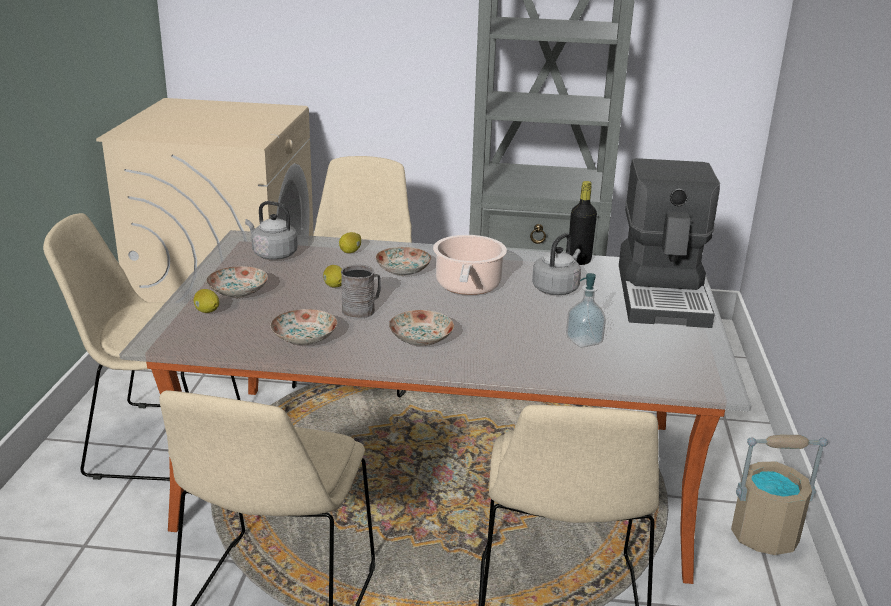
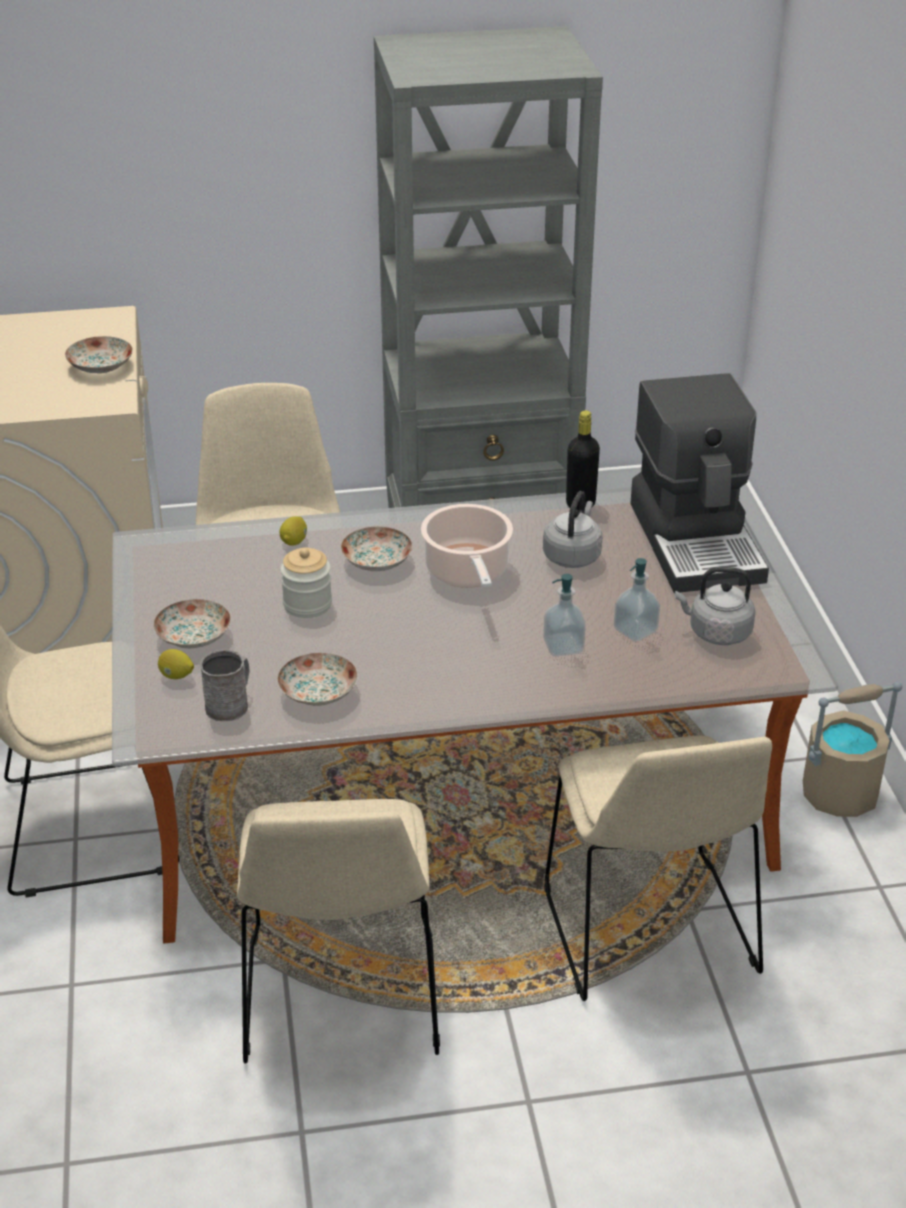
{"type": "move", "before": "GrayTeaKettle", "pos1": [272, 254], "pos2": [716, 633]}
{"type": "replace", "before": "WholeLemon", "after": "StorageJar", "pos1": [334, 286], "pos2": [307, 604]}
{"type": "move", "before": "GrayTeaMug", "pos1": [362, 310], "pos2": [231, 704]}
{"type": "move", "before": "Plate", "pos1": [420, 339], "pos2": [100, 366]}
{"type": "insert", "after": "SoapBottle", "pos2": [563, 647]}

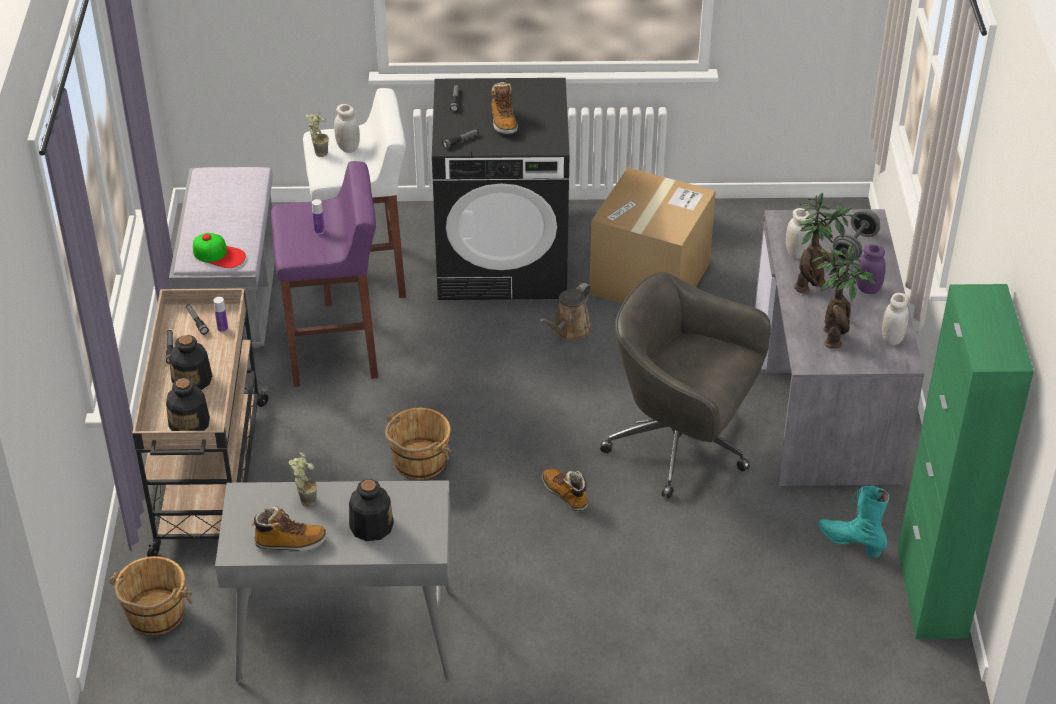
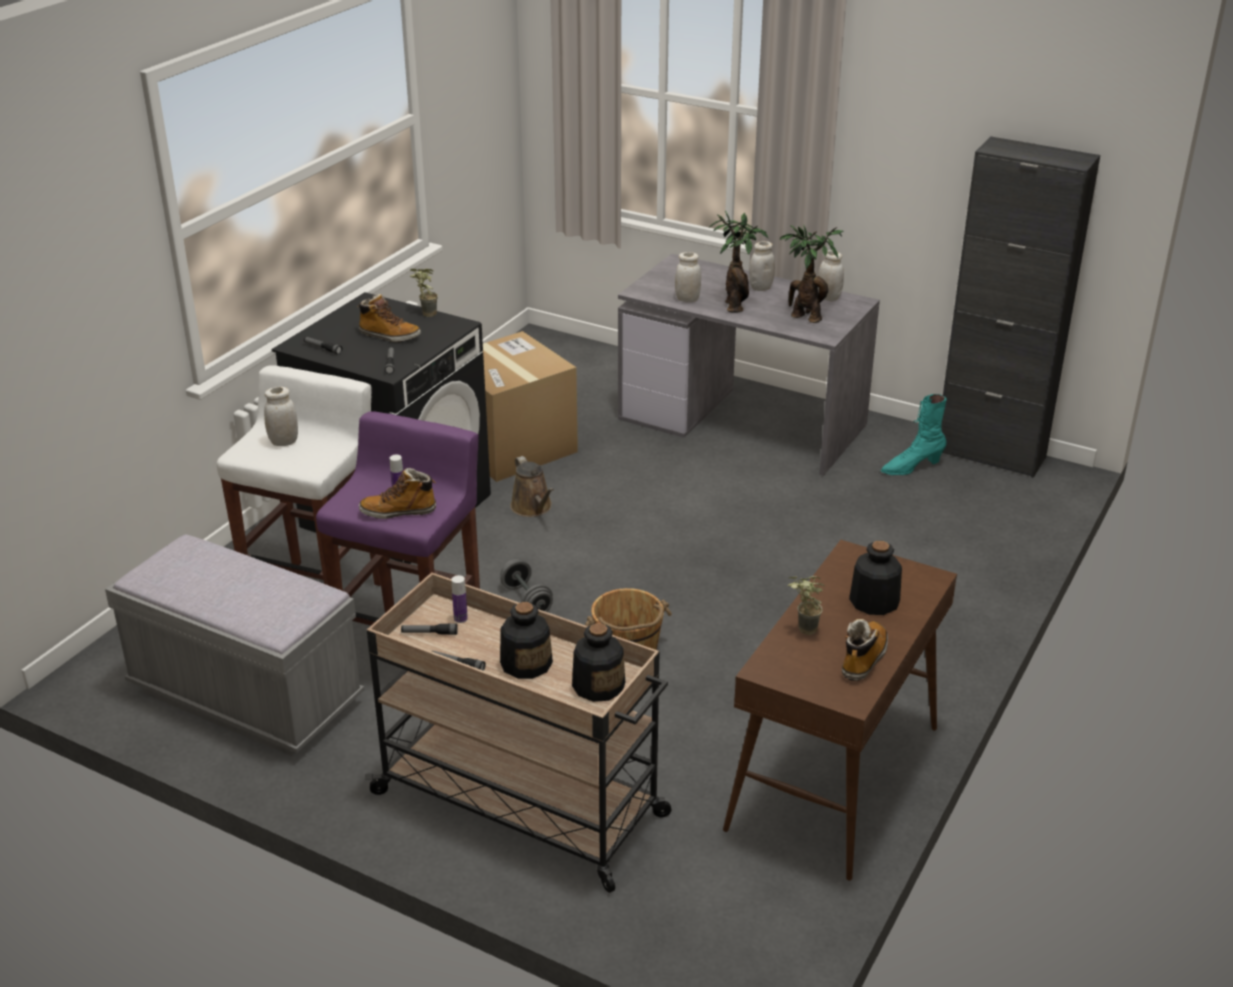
{"type": "delete", "before": "BrownColouredWaterBucket", "pos1": [155, 615]}
{"type": "delete", "before": "PeakedCap", "pos1": [219, 254]}
{"type": "recolor", "before": "GrayNarrowTable", "after": "BrownColouredNarrowTable", "pos1": [345, 637], "pos2": [834, 779]}
{"type": "move", "before": "PottedPlant", "pos1": [319, 151], "pos2": [425, 314]}
{"type": "move", "before": "Boot", "pos1": [565, 494], "pos2": [399, 512]}
{"type": "delete", "before": "GrayOfficeChair", "pos1": [682, 446]}
{"type": "move", "before": "GrayDumbbell", "pos1": [854, 247], "pos2": [526, 600]}
{"type": "recolor", "before": "PurplishStorageJar", "after": "WhiteColouredStorageJar", "pos1": [868, 288], "pos2": [760, 288]}
{"type": "recolor", "before": "GreenCabinet", "after": "BlackishCabinet", "pos1": [931, 593], "pos2": [990, 454]}

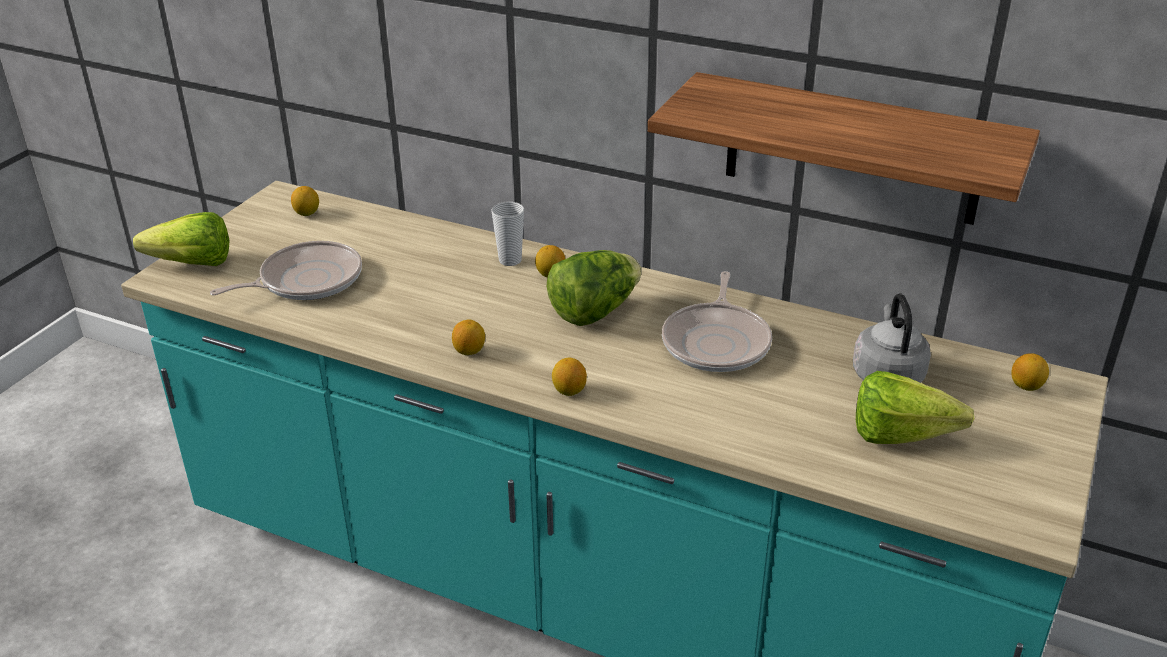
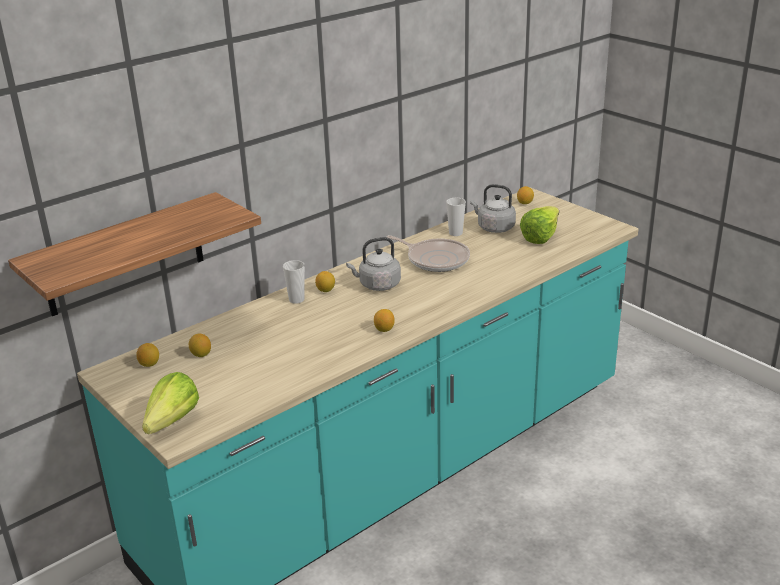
{"type": "delete", "before": "FryingPan", "pos1": [306, 280]}
{"type": "replace", "before": "LettuceHead", "after": "GrayTeaKettle", "pos1": [594, 311], "pos2": [377, 285]}
{"type": "move", "before": "WholeLemon", "pos1": [569, 391], "pos2": [201, 355]}
{"type": "move", "before": "Shelf", "pos1": [852, 149], "pos2": [124, 255]}
{"type": "insert", "after": "SmallCup", "pos2": [455, 233]}

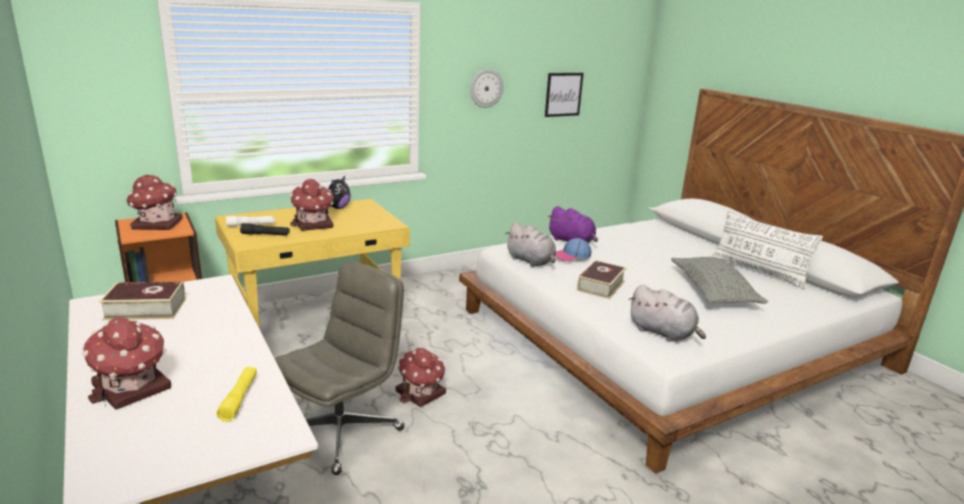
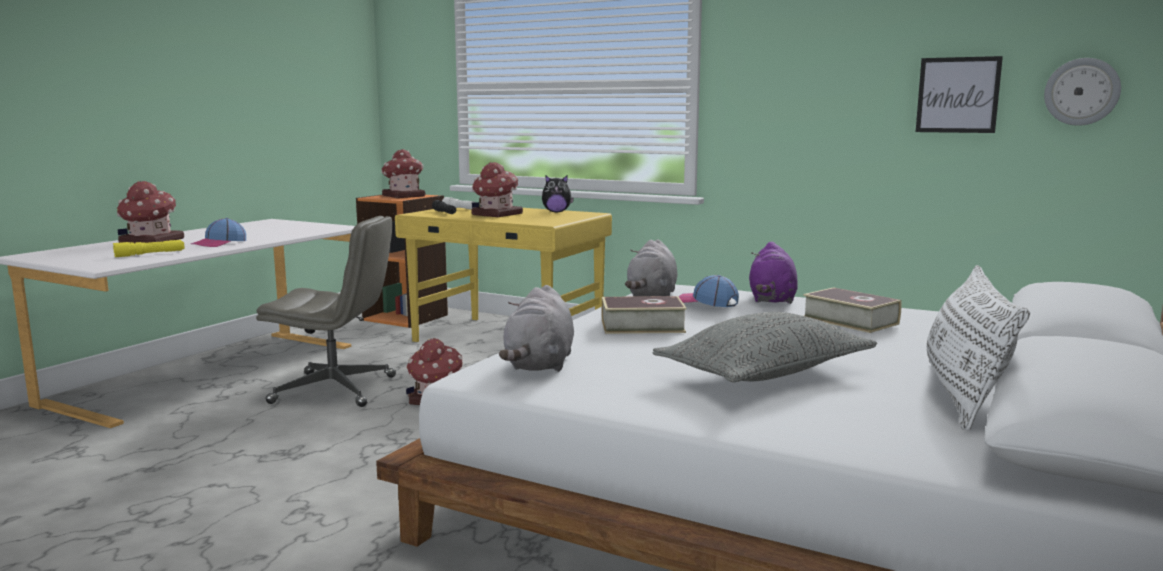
{"type": "move", "before": "Volume", "pos1": [145, 309], "pos2": [850, 320]}
{"type": "move", "before": "HangingClock", "pos1": [486, 88], "pos2": [1081, 92]}
{"type": "insert", "after": "PeakedCap", "pos2": [219, 243]}

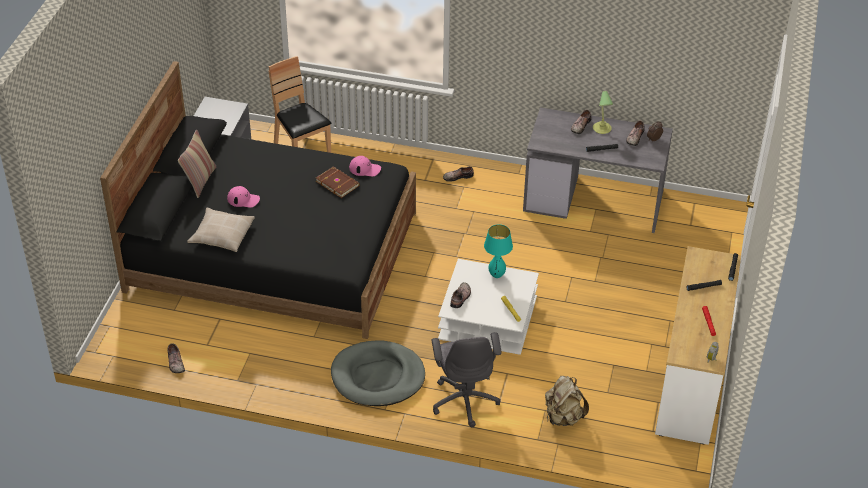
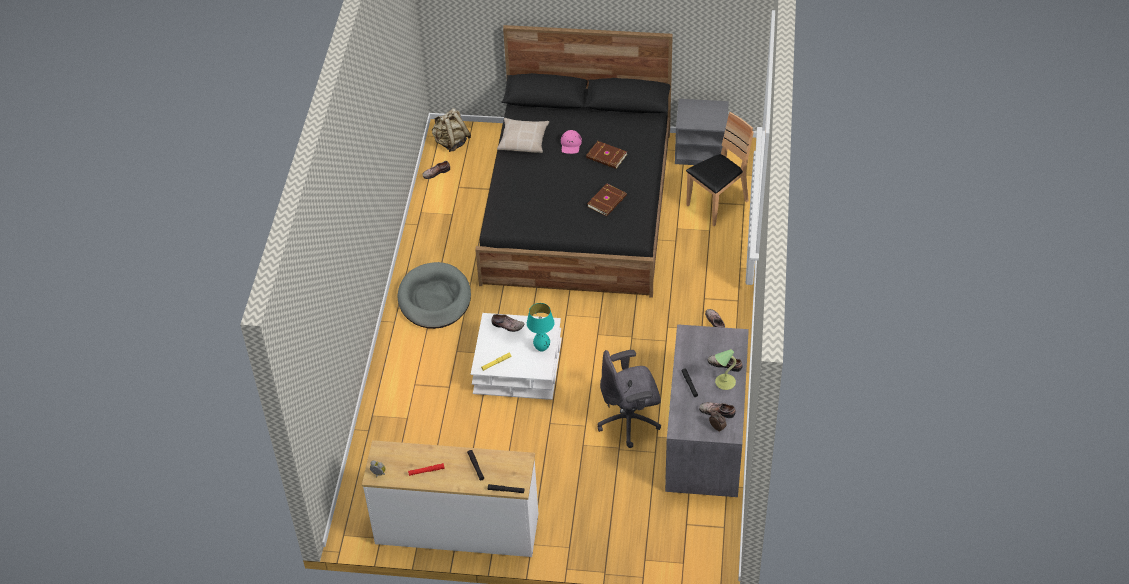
{"type": "delete", "before": "Cushion", "pos1": [200, 181]}
{"type": "delete", "before": "PinkColouredPeakedCap", "pos1": [365, 169]}
{"type": "move", "before": "GrayOfficeChair", "pos1": [465, 400], "pos2": [629, 421]}
{"type": "move", "before": "SandColouredKnapsack", "pos1": [563, 417], "pos2": [451, 142]}
{"type": "insert", "after": "BrownColouredVolume", "pos2": [606, 157]}

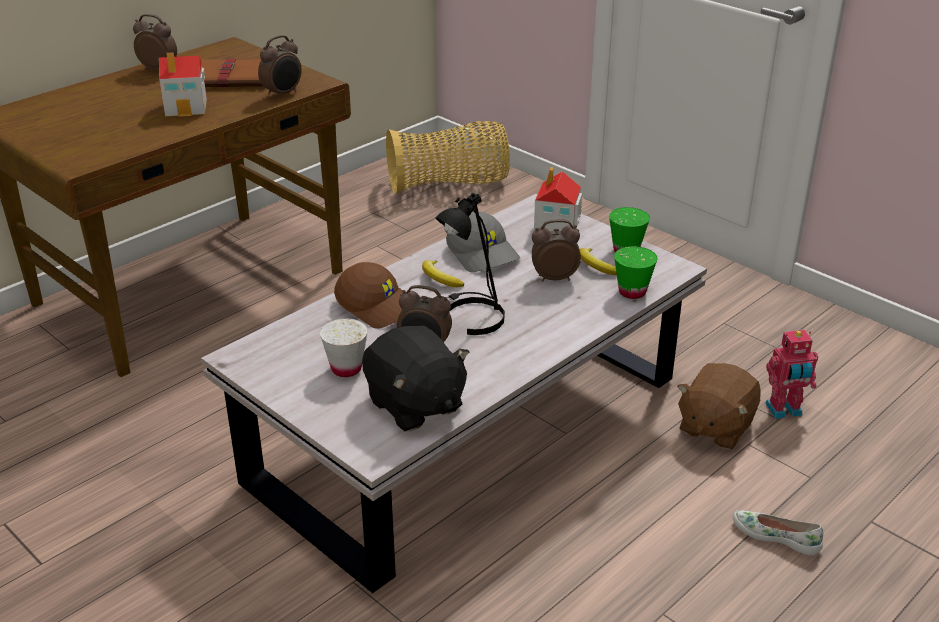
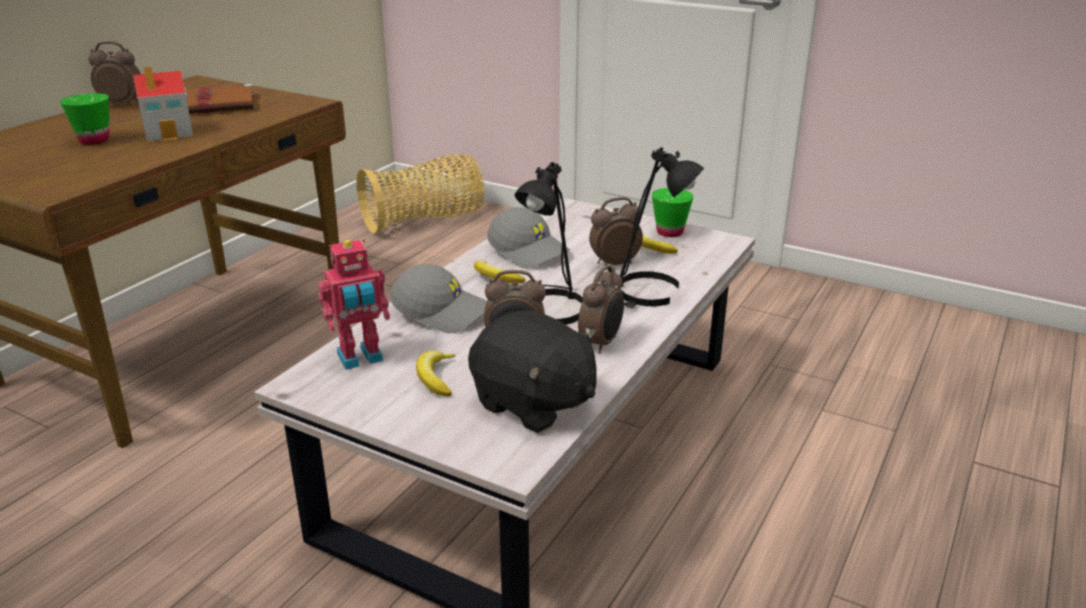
{"type": "move", "before": "BedsideClock", "pos1": [283, 94], "pos2": [601, 343]}
{"type": "replace", "before": "WhiteColouredSmallCup", "after": "Banana", "pos1": [346, 369], "pos2": [436, 378]}
{"type": "recolor", "before": "BrownColouredPeakedCap", "after": "GrayPeakedCap", "pos1": [378, 305], "pos2": [442, 311]}
{"type": "delete", "before": "MiniatureHouse", "pos1": [556, 228]}
{"type": "move", "before": "GreenSmallCup", "pos1": [632, 292], "pos2": [94, 140]}
{"type": "delete", "before": "BrownColouredPlushToy", "pos1": [714, 427]}
{"type": "delete", "before": "WhiteColouredLowShoe", "pos1": [776, 536]}
{"type": "move", "before": "RobotFigure", "pos1": [784, 411], "pos2": [361, 358]}
{"type": "insert", "after": "BlackishTabletopLamp", "pos2": [647, 293]}

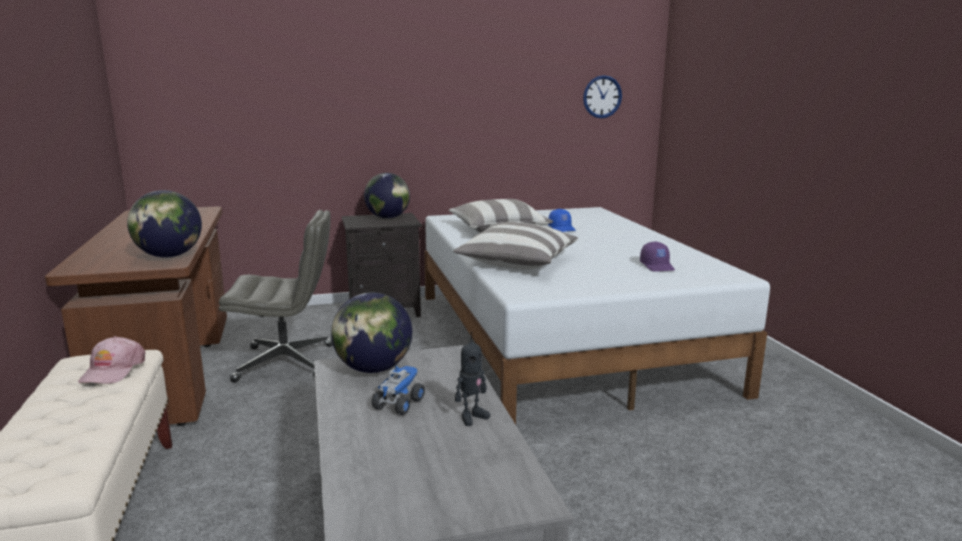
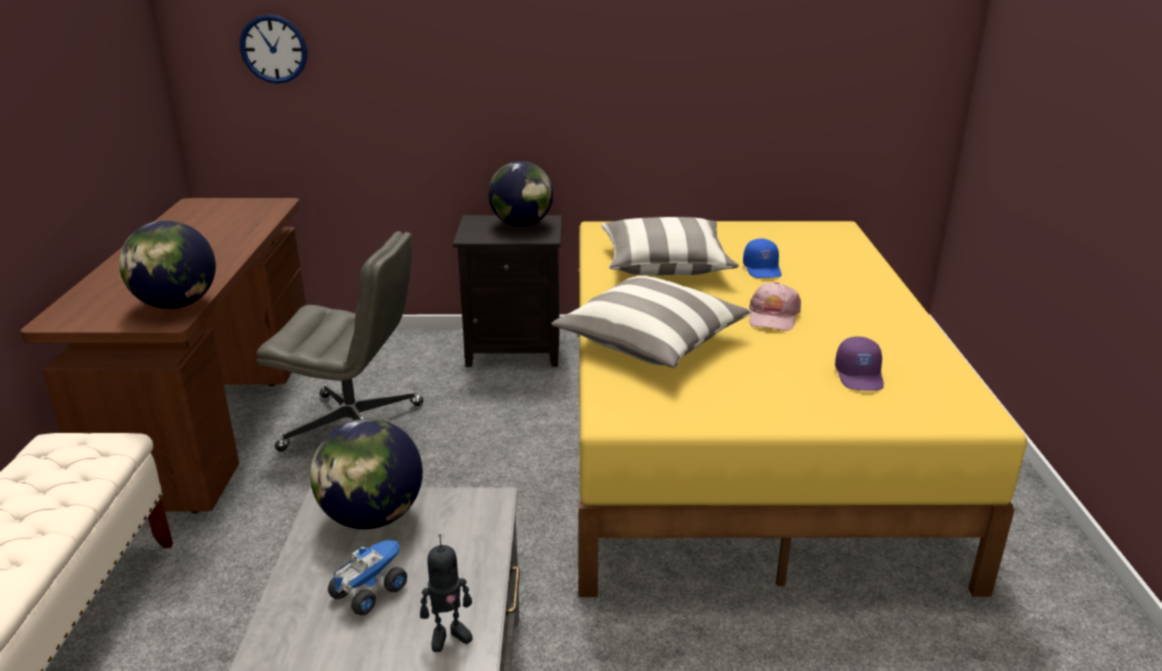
{"type": "move", "before": "PinkColouredPeakedCap", "pos1": [112, 370], "pos2": [773, 316]}
{"type": "recolor", "before": "WhiteColouredBed", "after": "YellowishBed", "pos1": [563, 339], "pos2": [740, 435]}
{"type": "move", "before": "HangingClock", "pos1": [602, 97], "pos2": [273, 49]}

